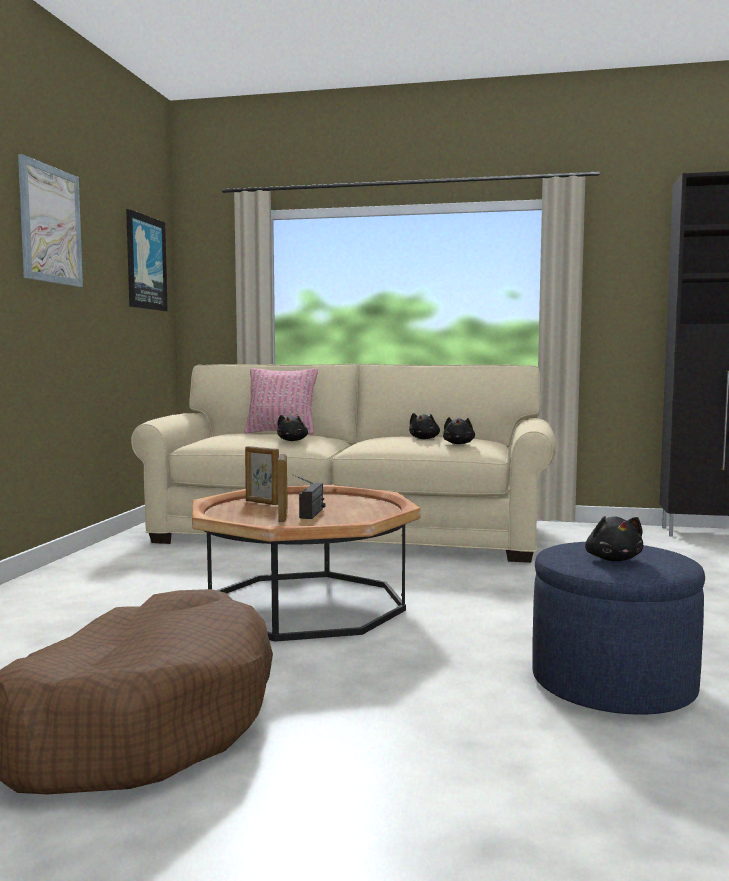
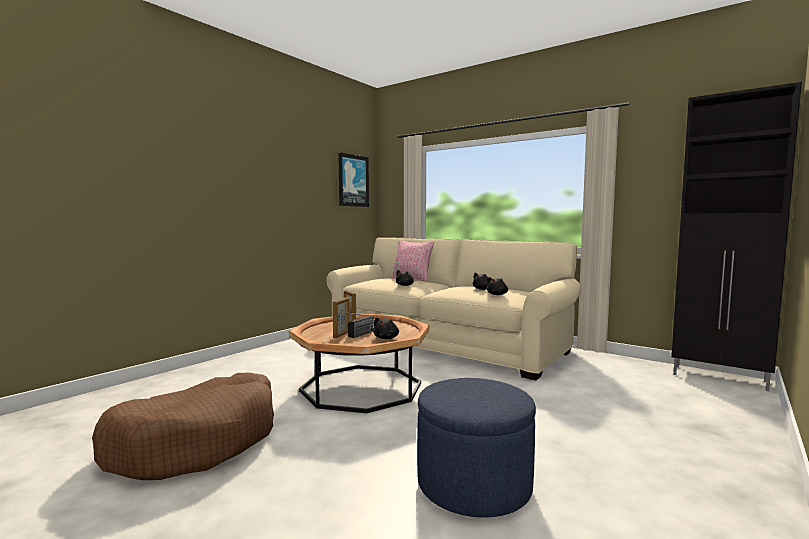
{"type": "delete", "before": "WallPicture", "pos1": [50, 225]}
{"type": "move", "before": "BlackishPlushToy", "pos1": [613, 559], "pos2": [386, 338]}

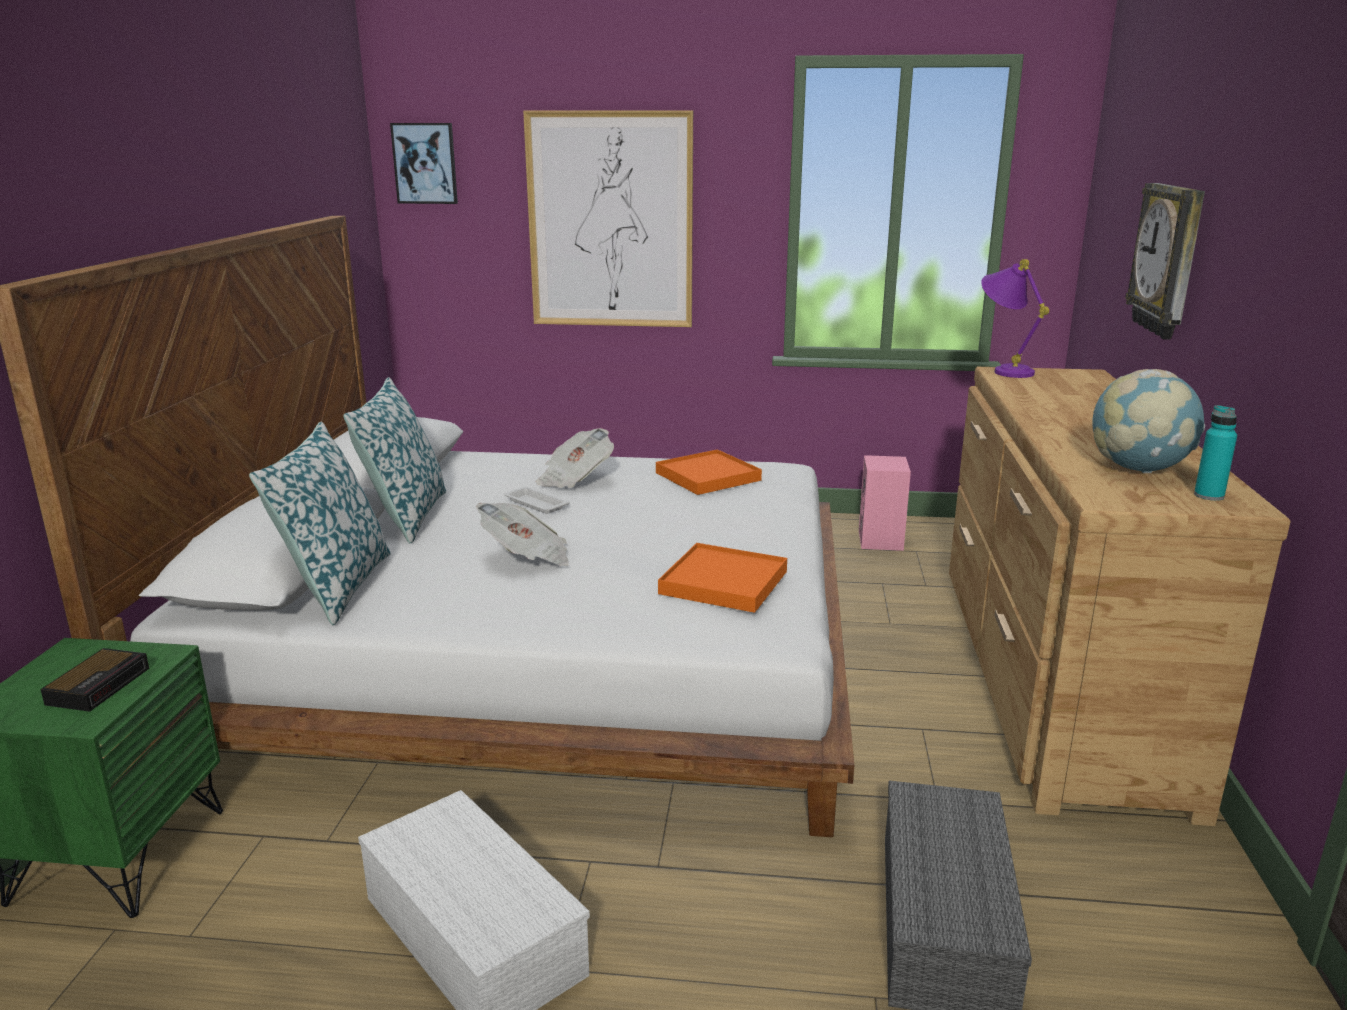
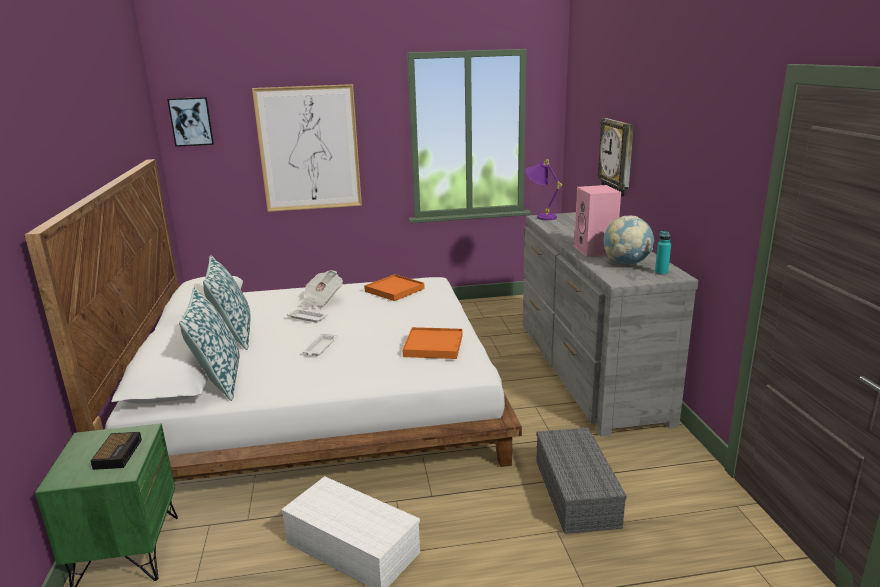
{"type": "replace", "before": "PrintedPaper", "after": "WhiteColouredCarryingTray", "pos1": [527, 557], "pos2": [320, 348]}
{"type": "move", "before": "PinkColouredSpeaker", "pos1": [881, 541], "pos2": [596, 250]}
{"type": "recolor", "before": "BrownColouredDrawerChest", "after": "GrayDrawerChest", "pos1": [1053, 676], "pos2": [588, 370]}

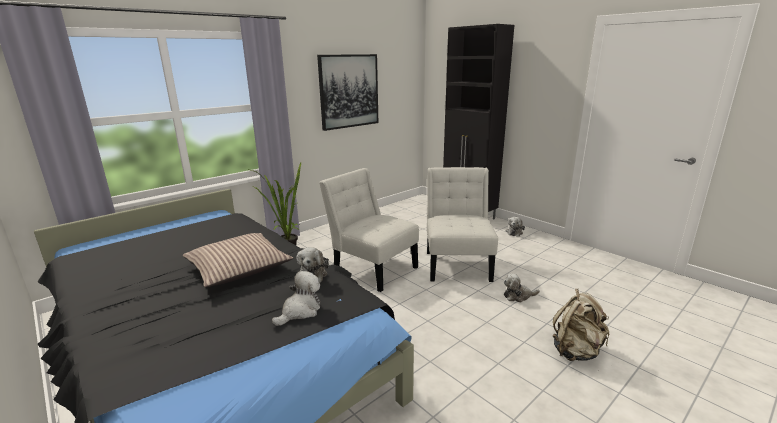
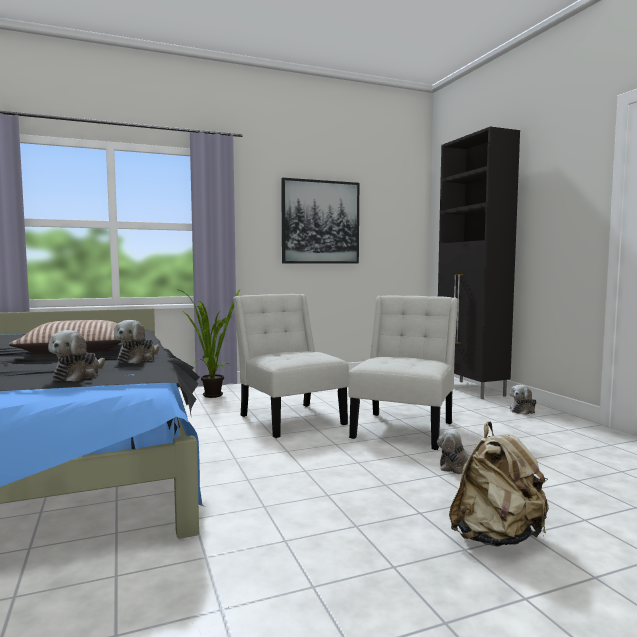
{"type": "rotate", "before": "PlushToy", "pos1": [300, 311], "pos2": [78, 375], "turn": 135}

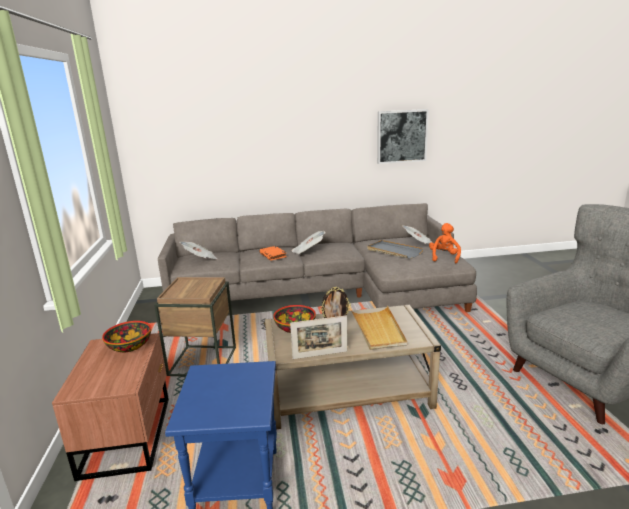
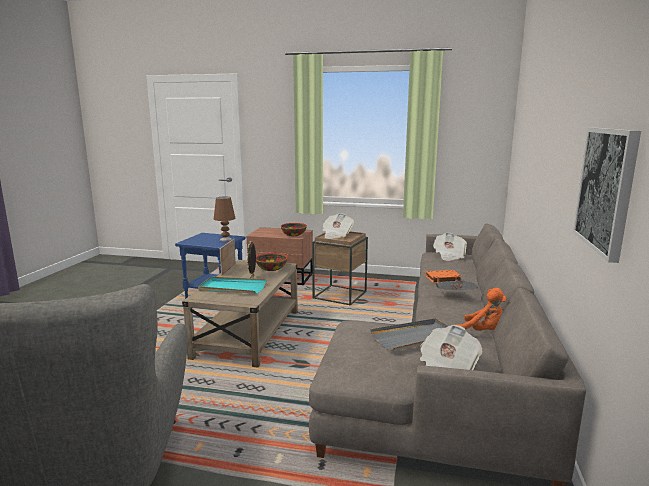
{"type": "recolor", "before": "SandColouredCarryingTray", "after": "TurquoiseCarryingTray", "pos1": [378, 330], "pos2": [232, 288]}
{"type": "move", "before": "OrangeyPlushToy", "pos1": [444, 257], "pos2": [483, 332]}
{"type": "insert", "after": "BrownColouredTabletopLamp", "pos2": [225, 239]}
{"type": "insert", "after": "PrintedPaper", "pos2": [336, 235]}

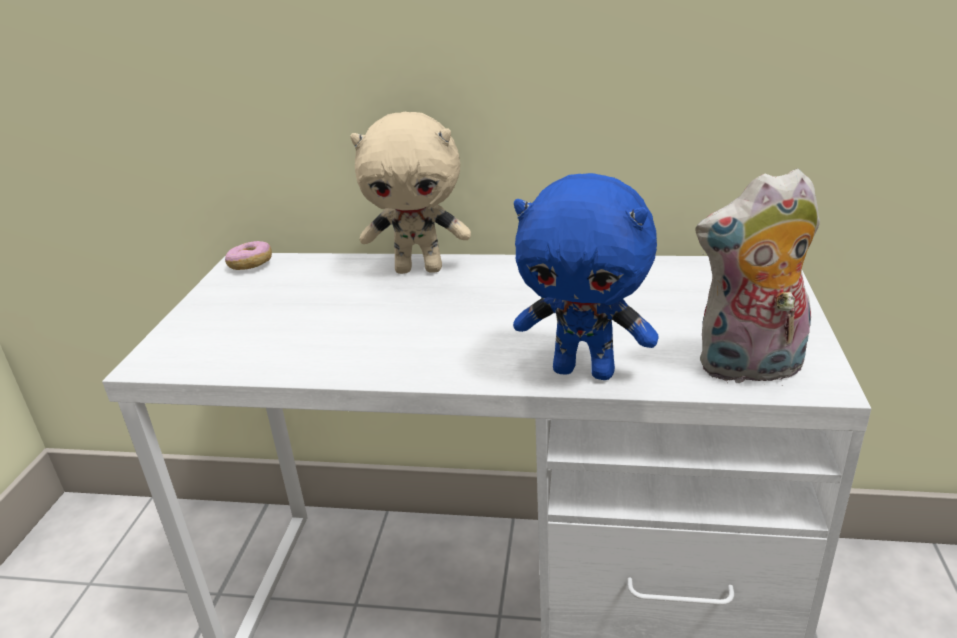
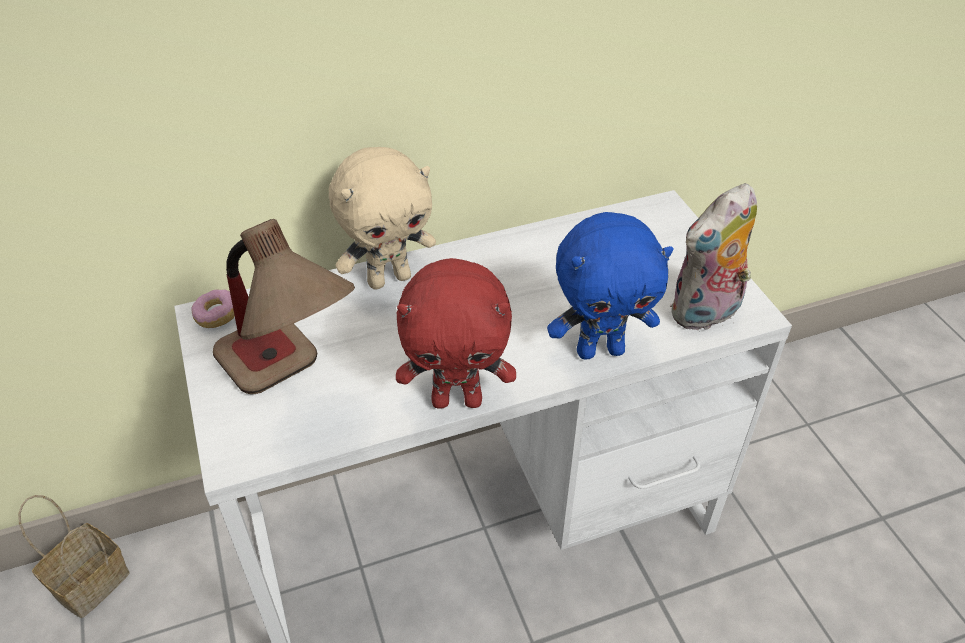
{"type": "insert", "after": "HouseholdBasket", "pos2": [92, 580]}
{"type": "insert", "after": "TabletopLamp", "pos2": [293, 385]}
{"type": "insert", "after": "RedColouredPlushToy", "pos2": [457, 399]}

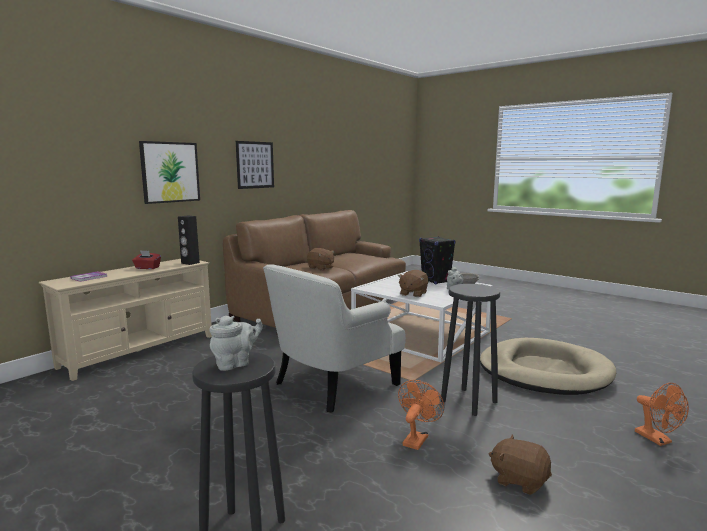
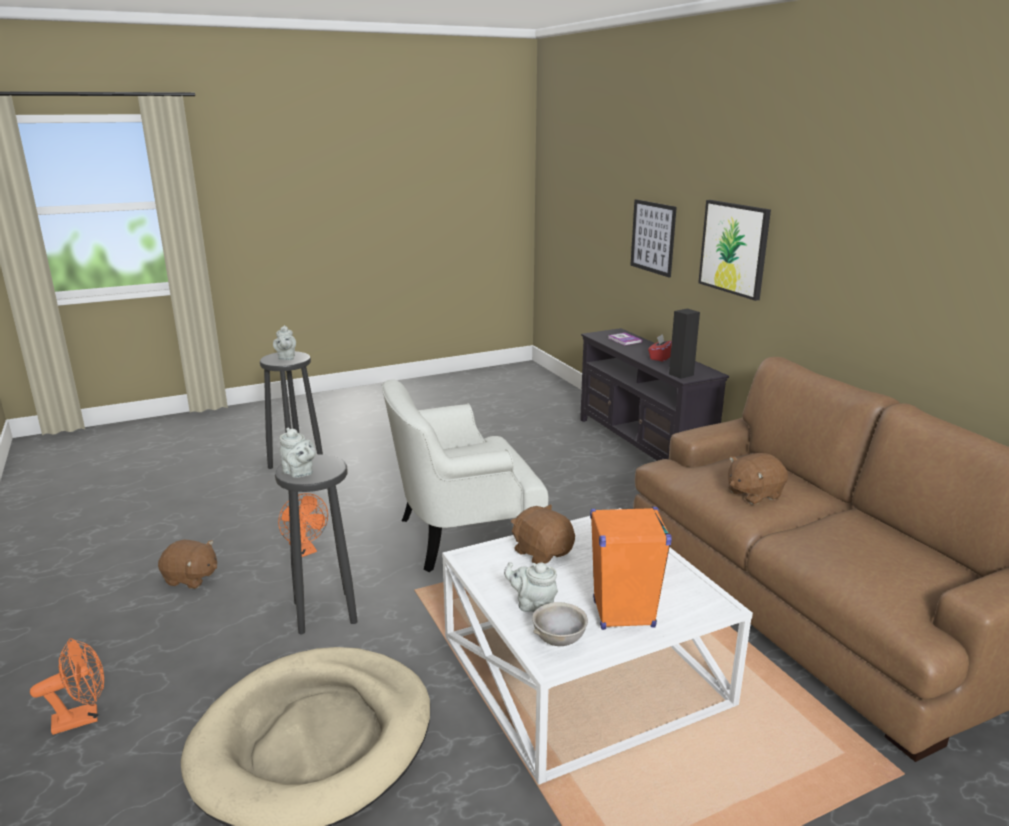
{"type": "recolor", "before": "SandColouredTvStand", "after": "BlackishTvStand", "pos1": [139, 351], "pos2": [643, 445]}
{"type": "move", "before": "WallPicture", "pos1": [255, 165], "pos2": [653, 237]}
{"type": "rotate", "before": "WhiteColouredLoungeChair", "pos1": [332, 383], "pos2": [462, 535], "turn": -90}
{"type": "recolor", "before": "BlackishSpeaker", "after": "OrangeySpeaker", "pos1": [436, 281], "pos2": [623, 614]}
{"type": "rotate", "before": "BrownColouredPlushToy", "pos1": [519, 480], "pos2": [191, 578], "turn": 45}
{"type": "rotate", "before": "OrangeyCoolingFan", "pos1": [657, 440], "pos2": [83, 718], "turn": 150}
{"type": "insert", "after": "GrayPotForTea", "pos2": [299, 473]}

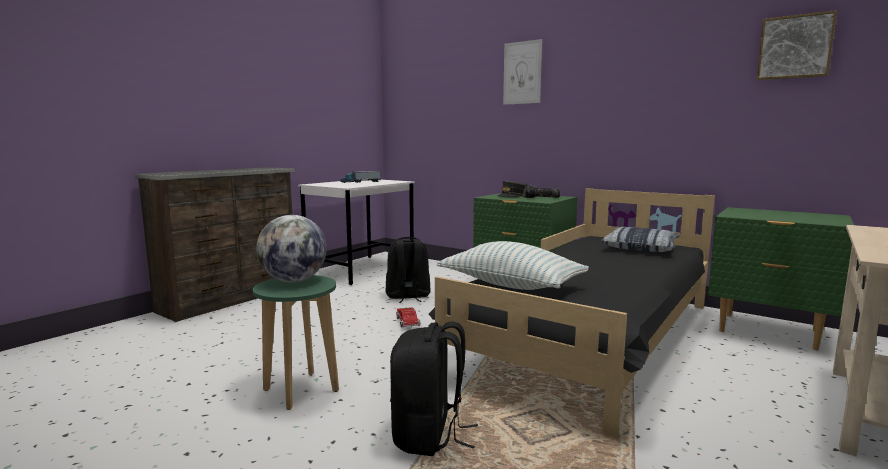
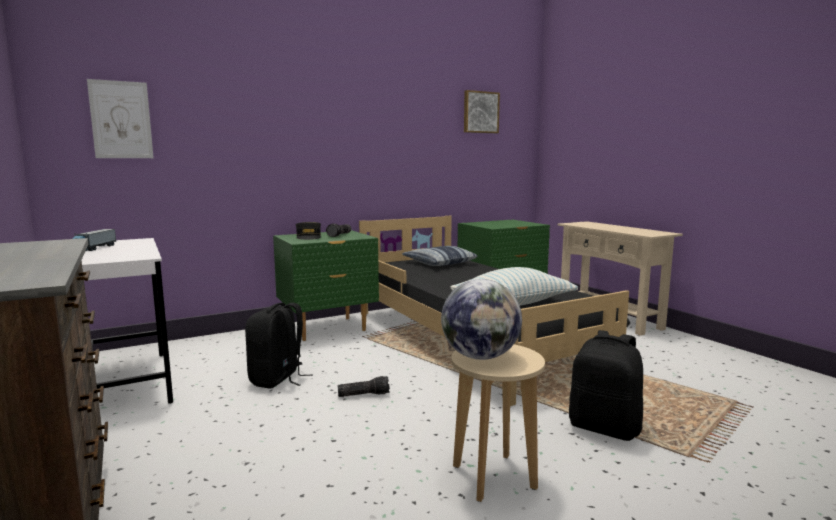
{"type": "recolor", "before": "GreenStoolSeat", "after": "SandColouredStoolSeat", "pos1": [300, 390], "pos2": [493, 477]}
{"type": "replace", "before": "ModelTruck", "after": "HandTorch", "pos1": [408, 323], "pos2": [364, 394]}
{"type": "move", "before": "WallPicture", "pos1": [522, 73], "pos2": [121, 120]}

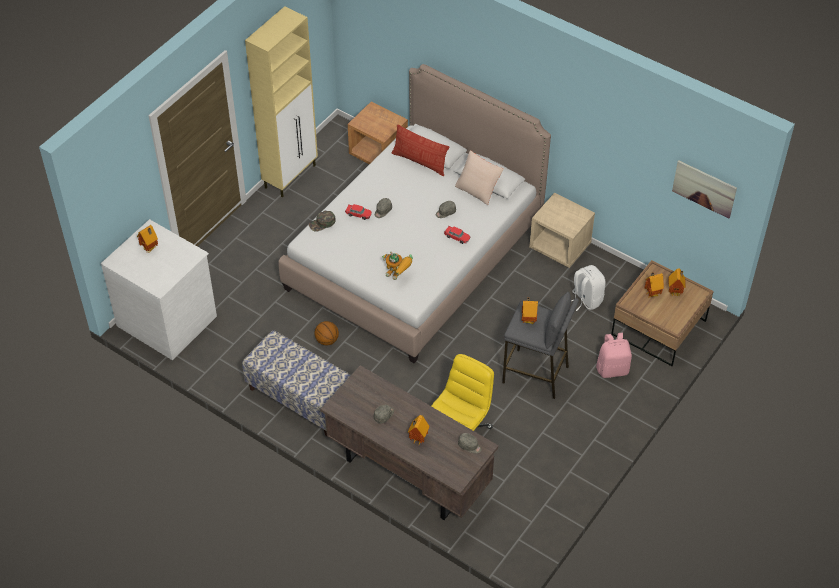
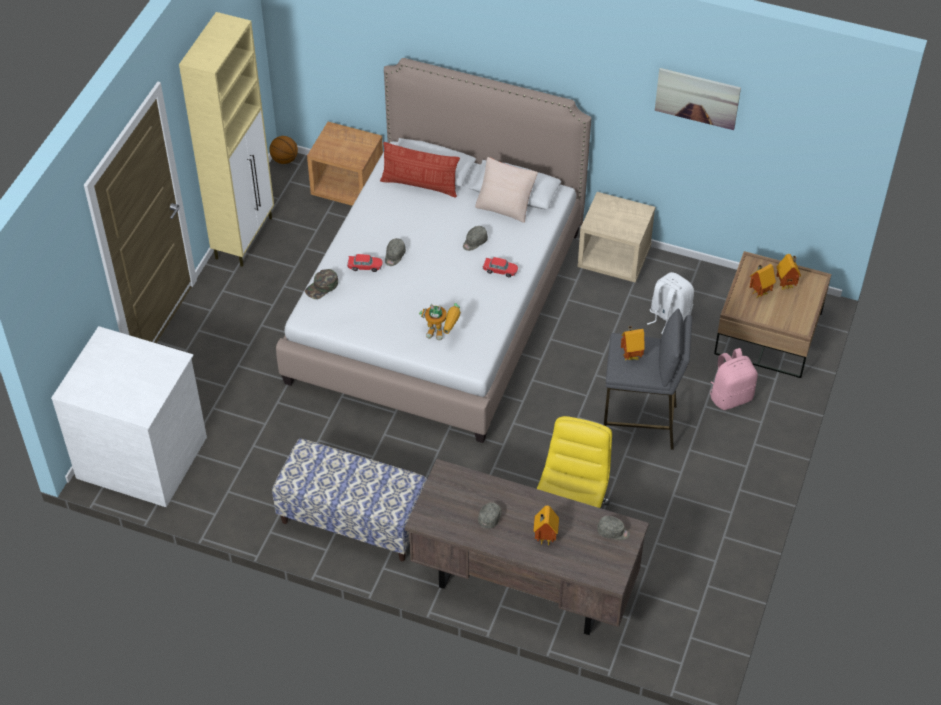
{"type": "delete", "before": "MiniatureHouse", "pos1": [150, 249]}
{"type": "move", "before": "Basketball", "pos1": [327, 340], "pos2": [284, 160]}
{"type": "move", "before": "WallPicture", "pos1": [704, 188], "pos2": [697, 98]}

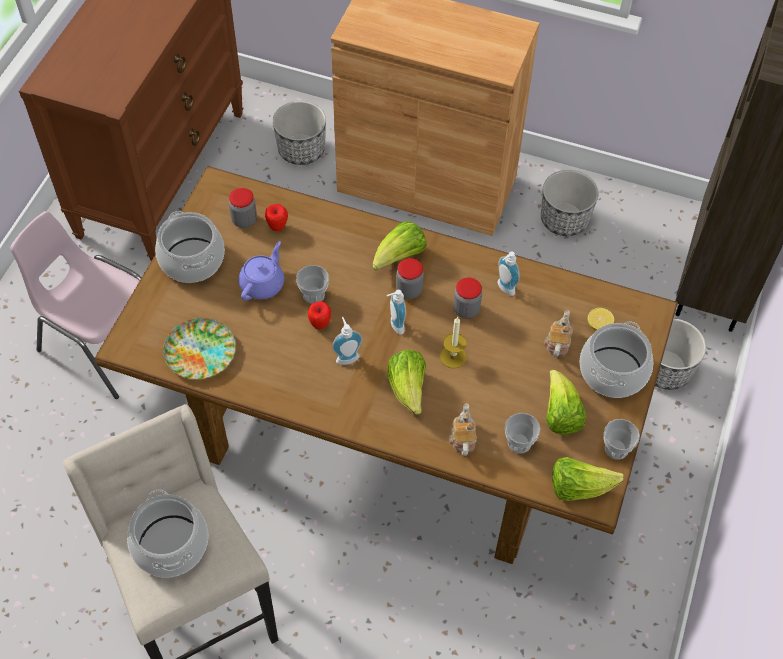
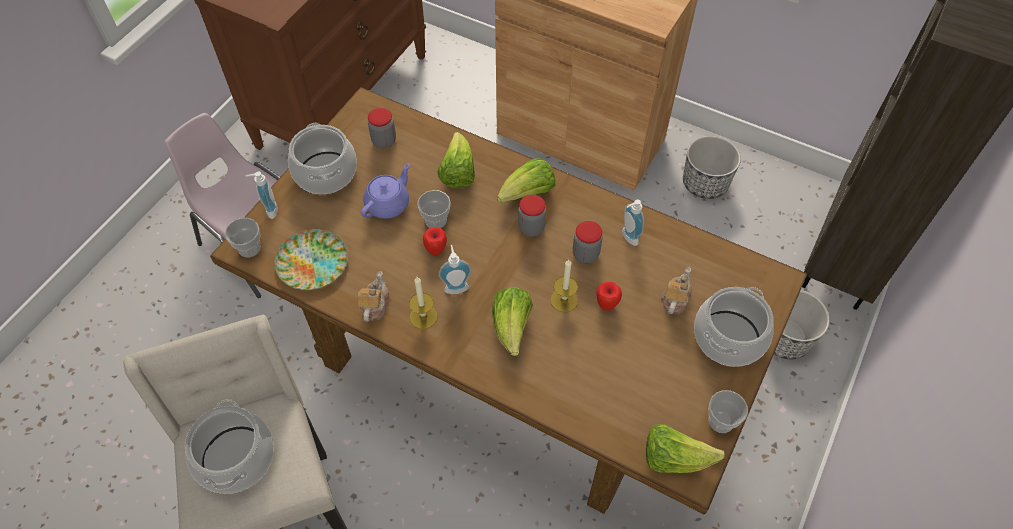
{"type": "move", "before": "AppleFruit", "pos1": [277, 226], "pos2": [606, 304]}
{"type": "delete", "before": "Planter", "pos1": [301, 150]}
{"type": "move", "before": "SoapBottle", "pos1": [394, 326], "pos2": [269, 210]}
{"type": "move", "before": "PotForTea", "pos1": [462, 438], "pos2": [374, 305]}
{"type": "move", "before": "SmallCup", "pos1": [519, 443], "pos2": [249, 248]}
{"type": "move", "before": "LettuceHead", "pos1": [560, 415], "pos2": [457, 173]}
{"type": "delete", "before": "WholeLemon", "pos1": [599, 325]}
{"type": "insert", "after": "WaxCandle", "pos2": [423, 317]}

